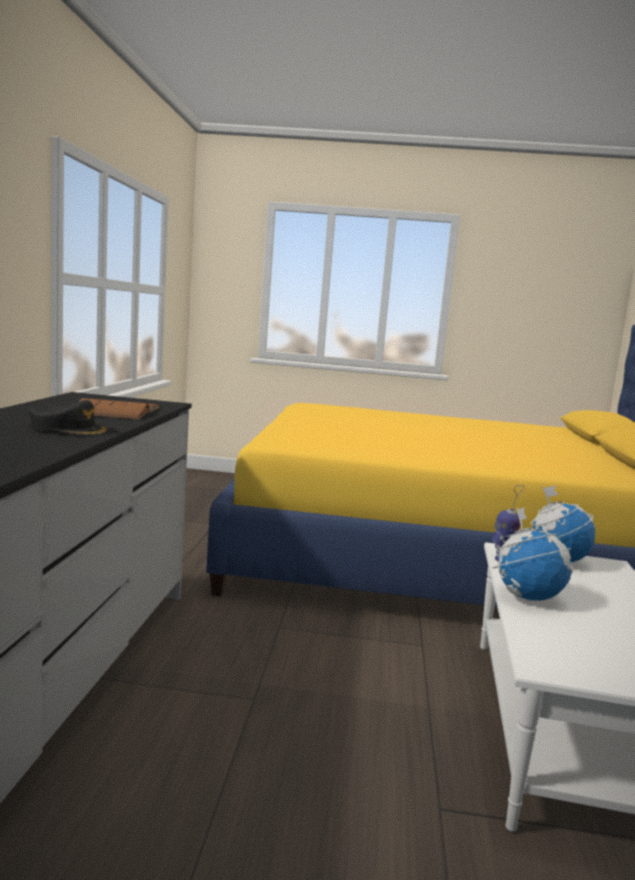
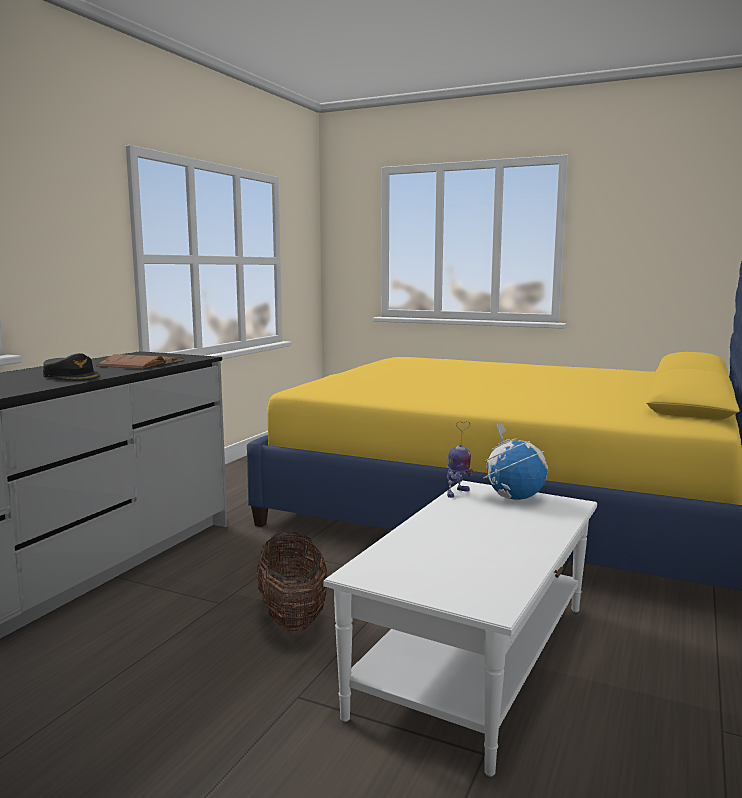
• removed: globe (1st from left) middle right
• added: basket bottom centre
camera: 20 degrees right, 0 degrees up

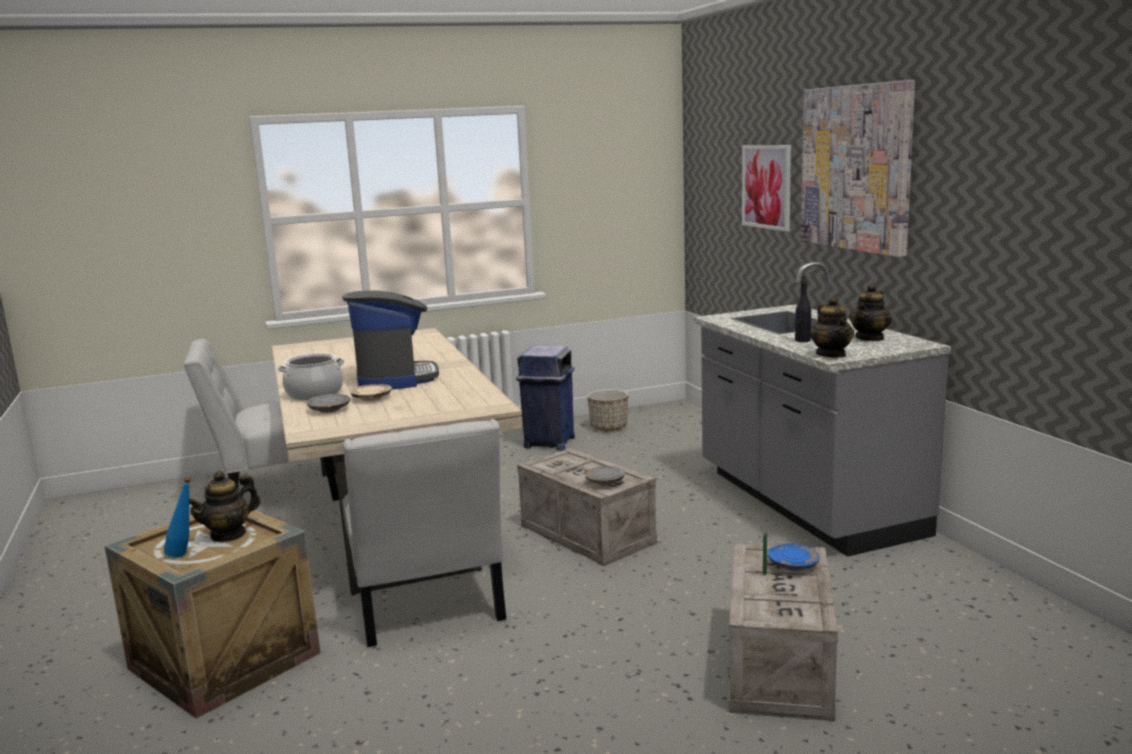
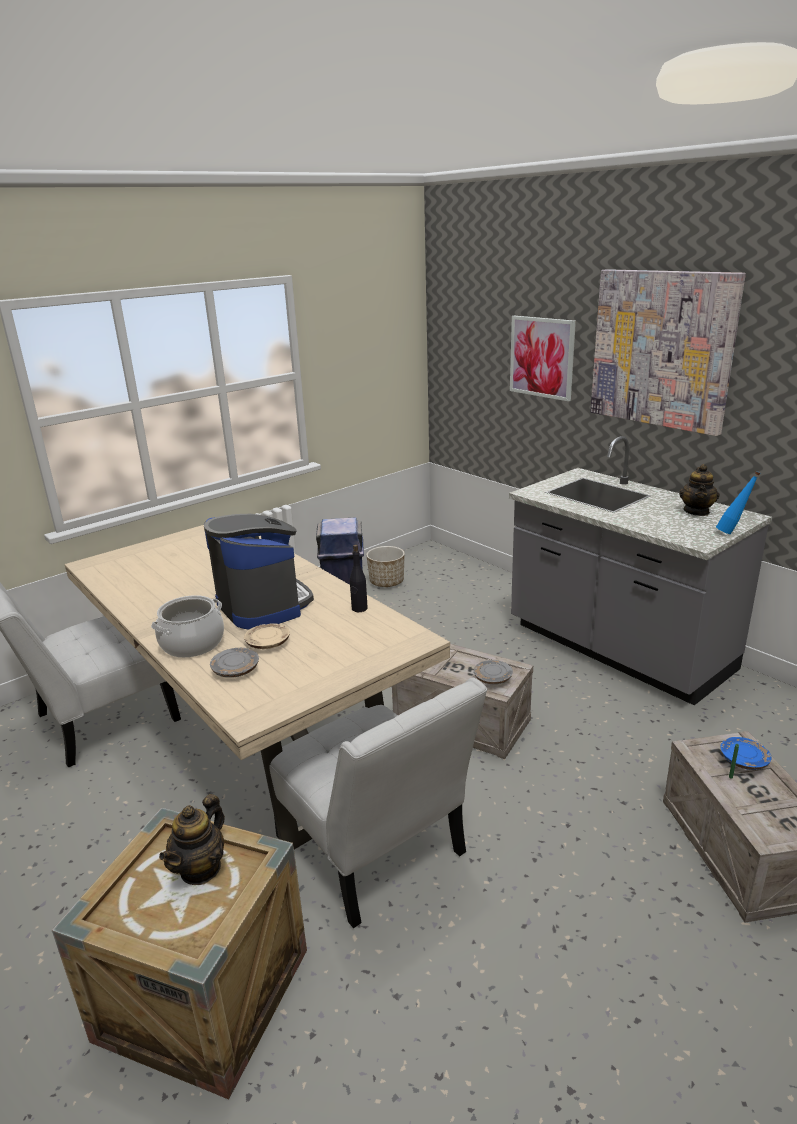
• moved: bottle/black middle right to centre
• removed: teapot (2nd from left) middle right
• moved: bottle/blue bottom left to middle right
camera: 20 degrees left, 10 degrees up

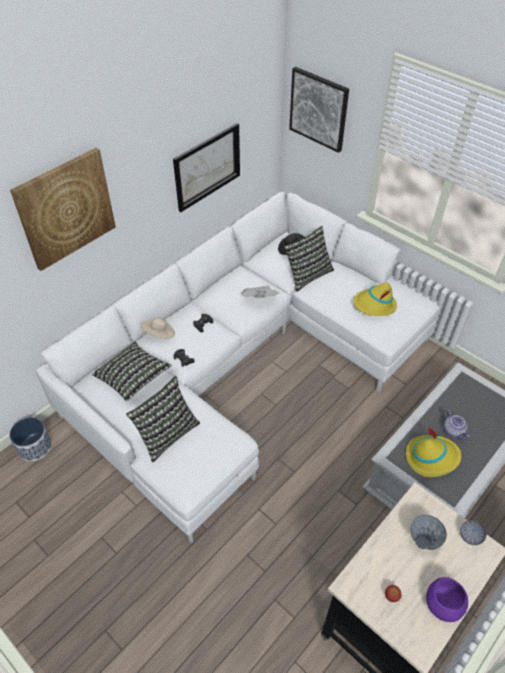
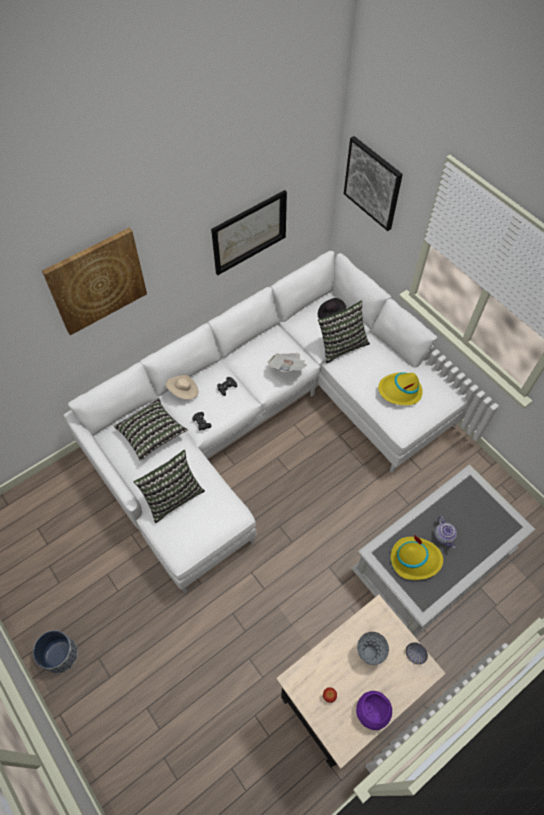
• moved: planter middle left to bottom left
camera: 10 degrees right, 10 degrees up

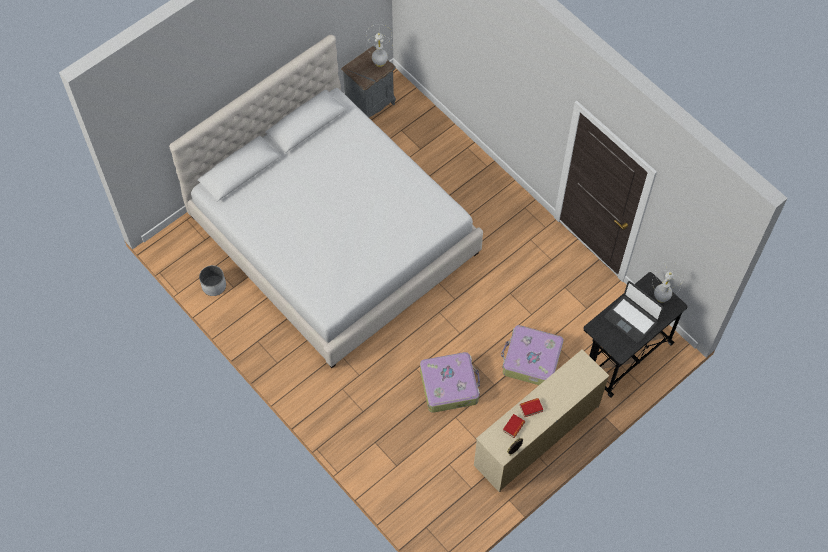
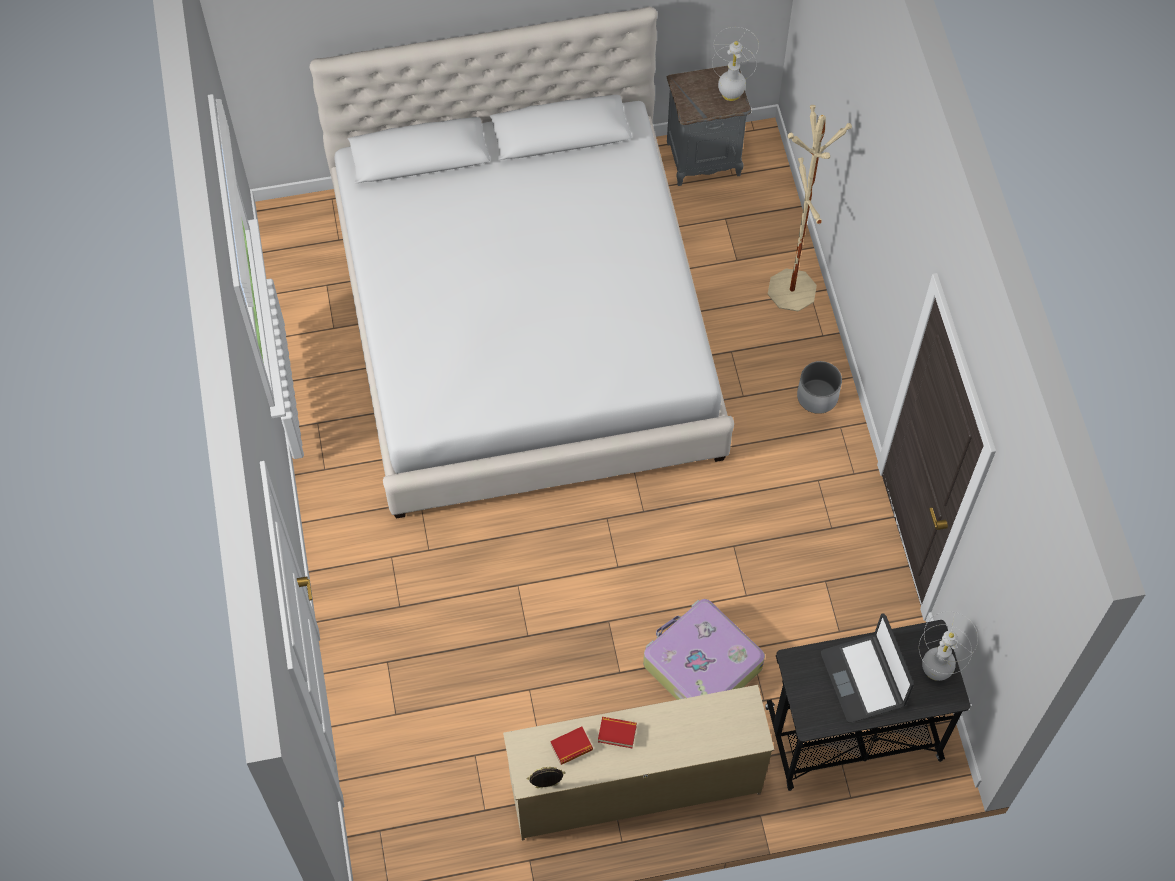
• moved: planter/white middle left to middle right
• removed: suitcase (1st from left) bottom centre
• added: clothes rack/beige top right
camera: 30 degrees right, 0 degrees up

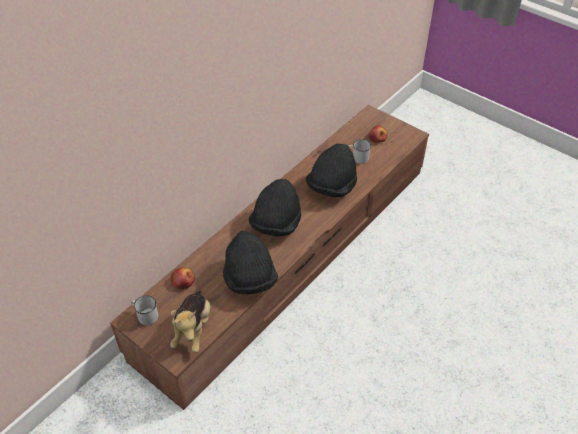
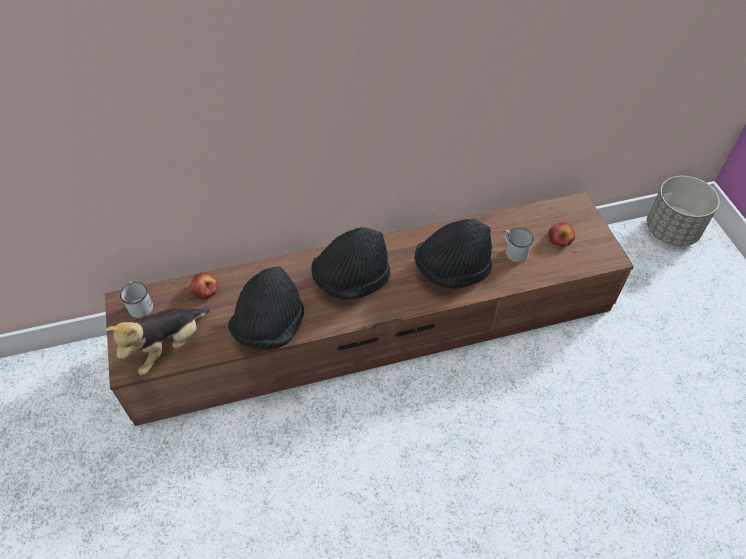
• added: planter/grey middle right
camera: 35 degrees right, 5 degrees up

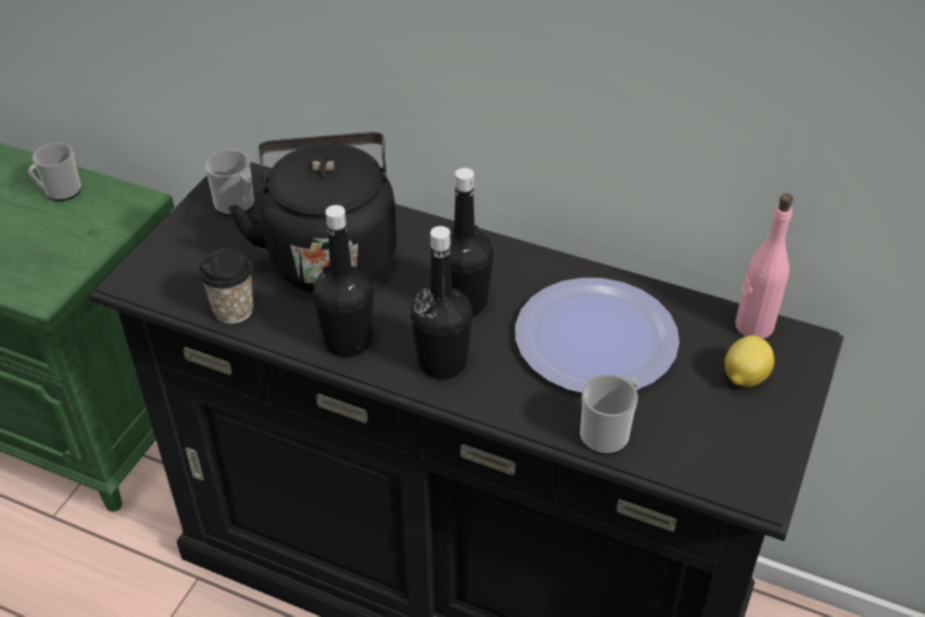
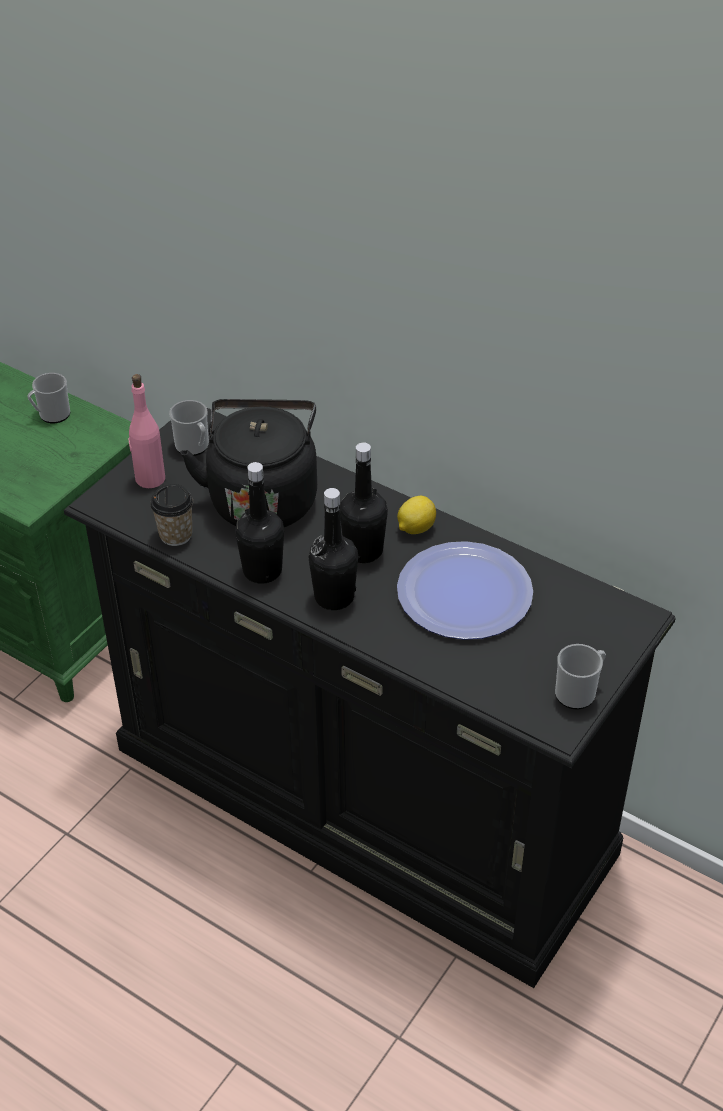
• moved: bottle/pink middle right to middle left
• moved: lemon middle right to centre
• moved: mug (3rd from left) bottom centre to middle right
camera: 10 degrees right, 0 degrees up

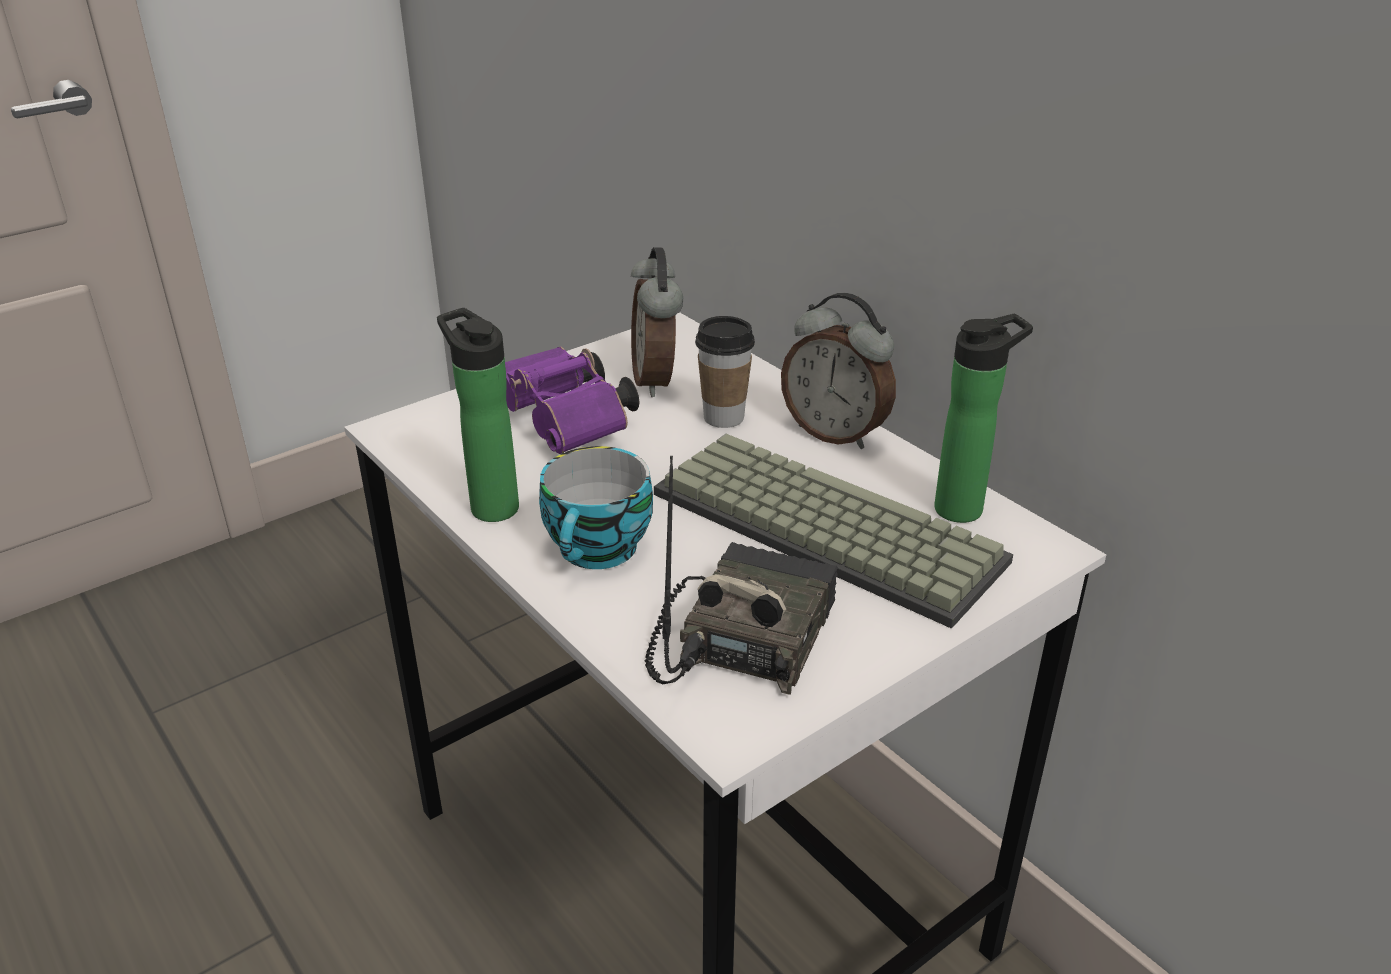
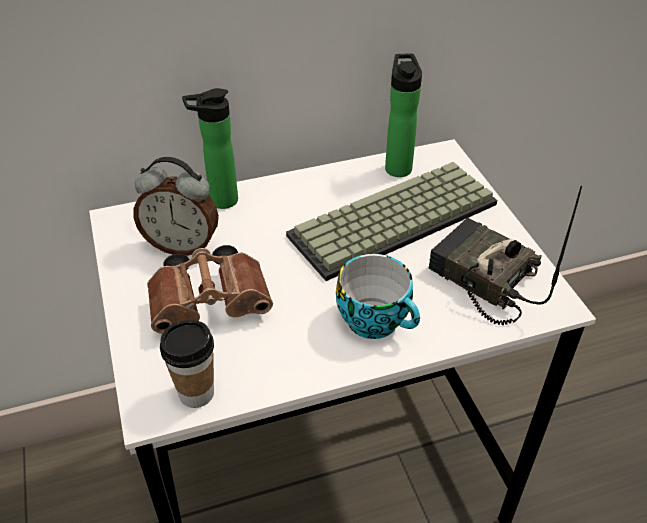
• removed: alarm clock (2nd from left) centre
• moved: bottle (1st from left) centre to top left
• moved: cup (2nd from left in the first image) centre to cup (1st from left) bottom left
• recoloured: binoculars/purple centre to binoculars/brown middle left
camera: 70 degrees left, 10 degrees up

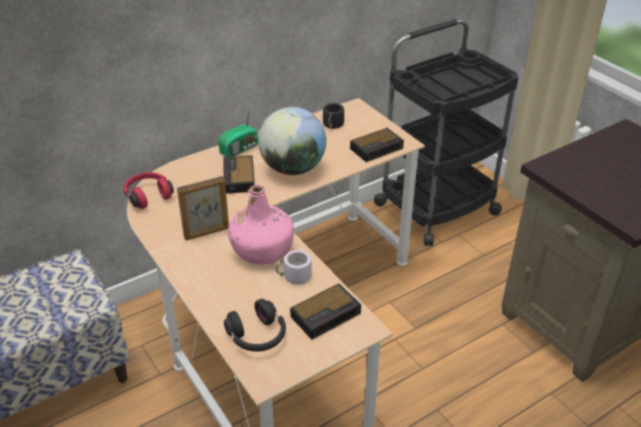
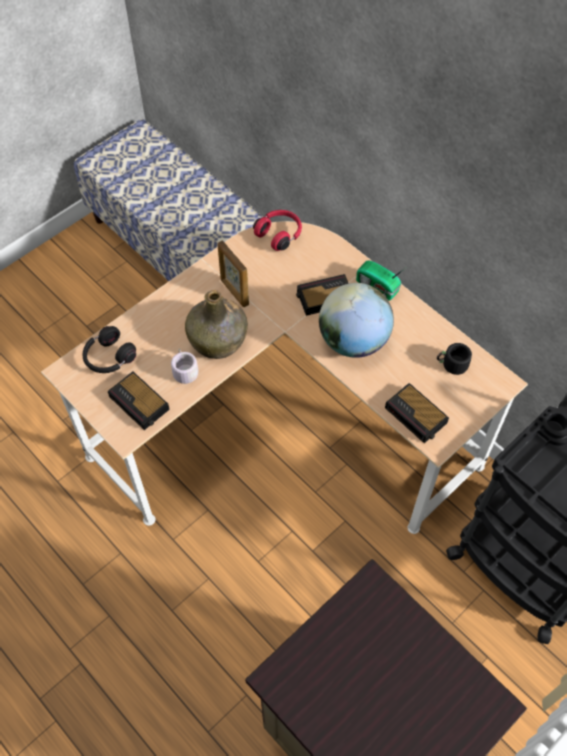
• recoloured: bottle/pink centre to bottle/green centre
camera: 80 degrees right, 20 degrees up

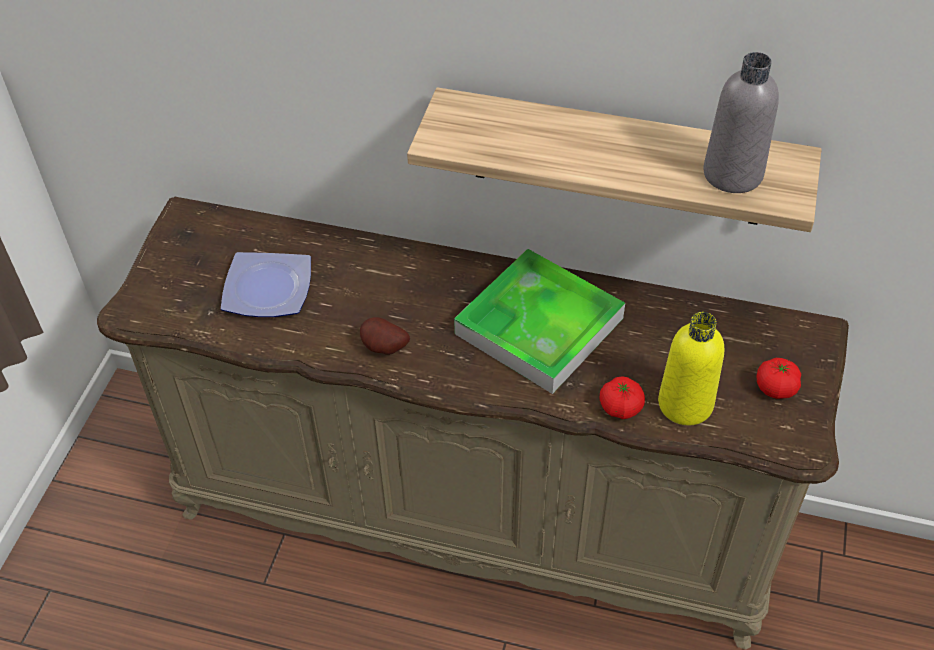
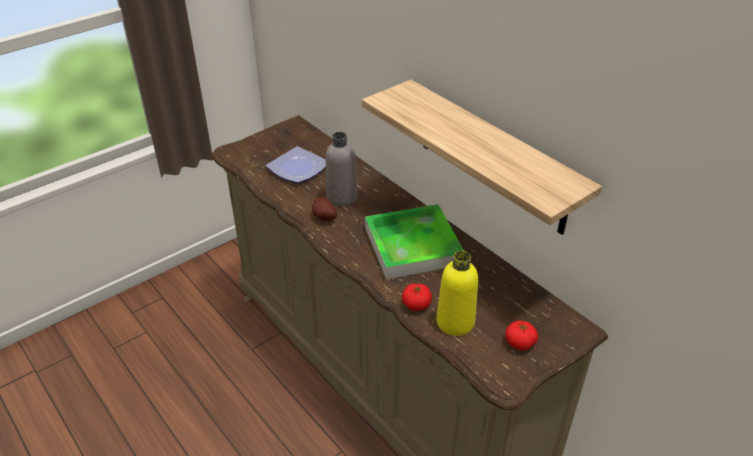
• moved: bottle/grey top right to centre
camera: 35 degrees right, 10 degrees down

